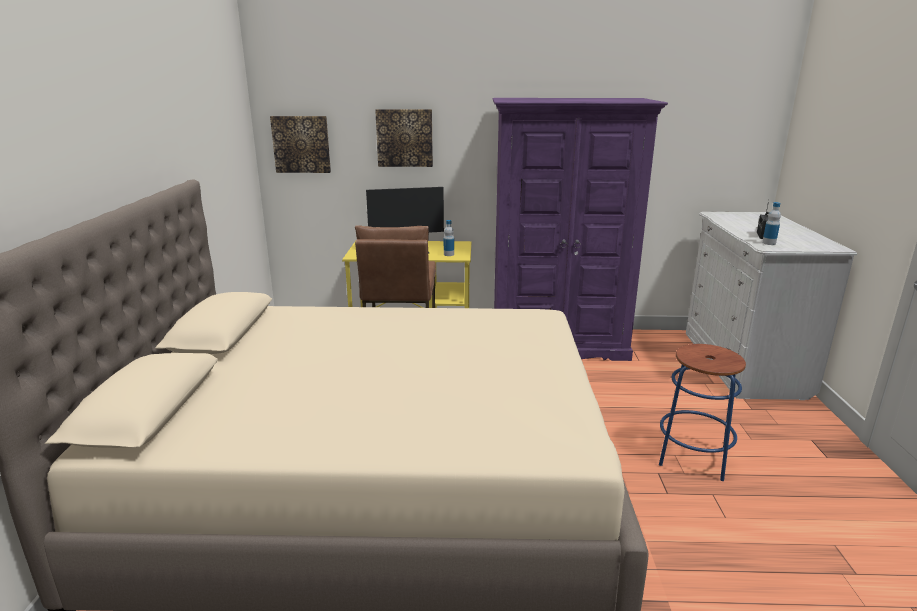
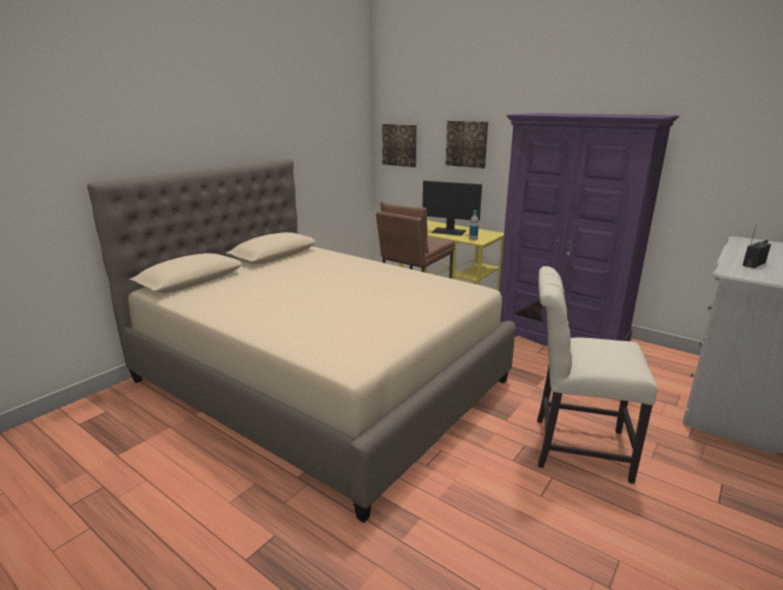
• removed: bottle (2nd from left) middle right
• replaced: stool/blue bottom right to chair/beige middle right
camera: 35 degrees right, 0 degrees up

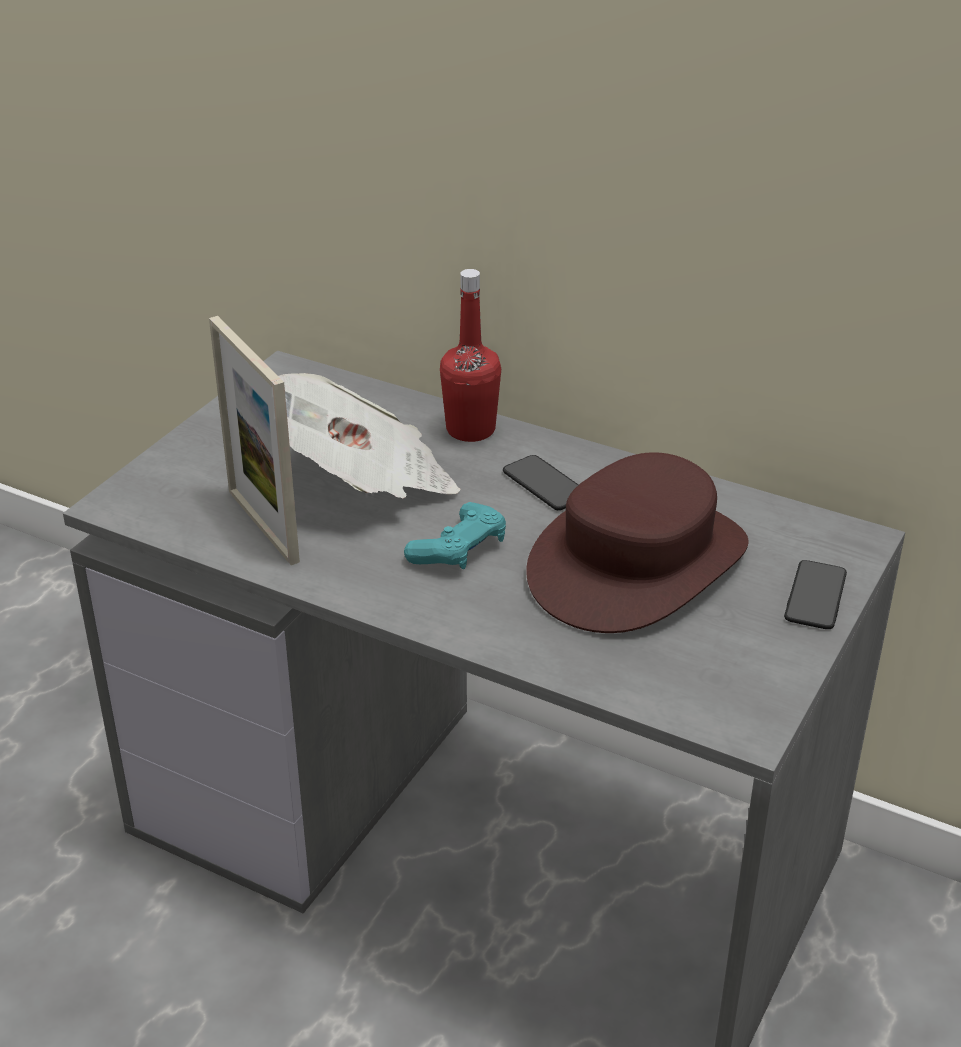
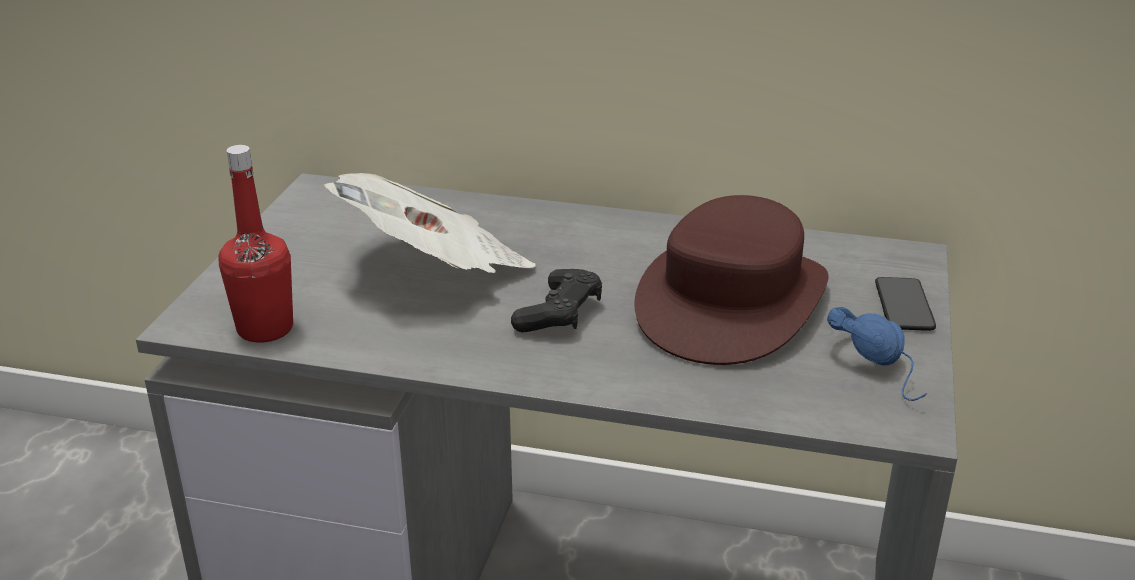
• moved: bottle/red centre to middle left
• removed: picture frame middle left
• removed: phone (1st from left) centre
• recoloured: game controller/turquoise centre to game controller/black centre
• added: headphones/blue middle right
camera: 15 degrees left, 5 degrees down

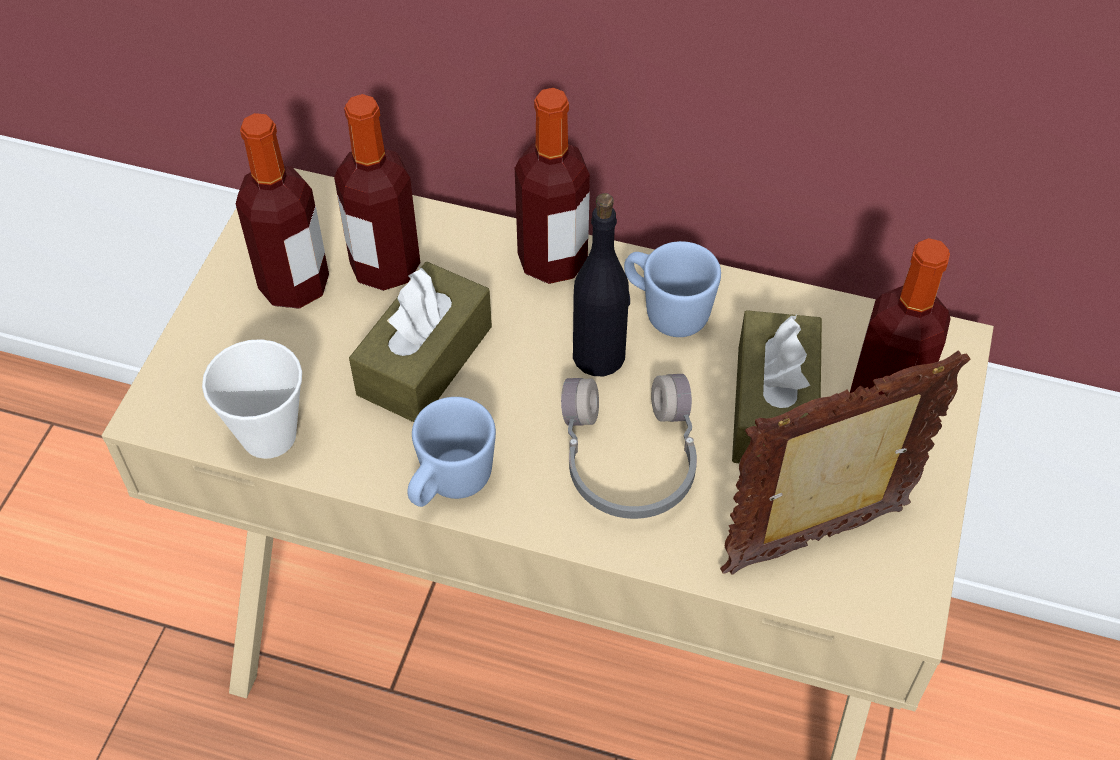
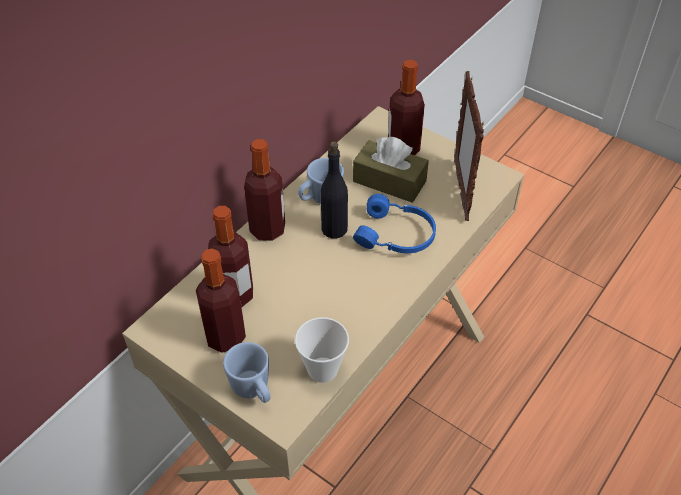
• removed: tissue box/brown (1st from left) centre
• recoloured: headphones/grey centre to headphones/blue centre
• moved: mug/blue (1st from left) centre to bottom centre
camera: 70 degrees left, 5 degrees down

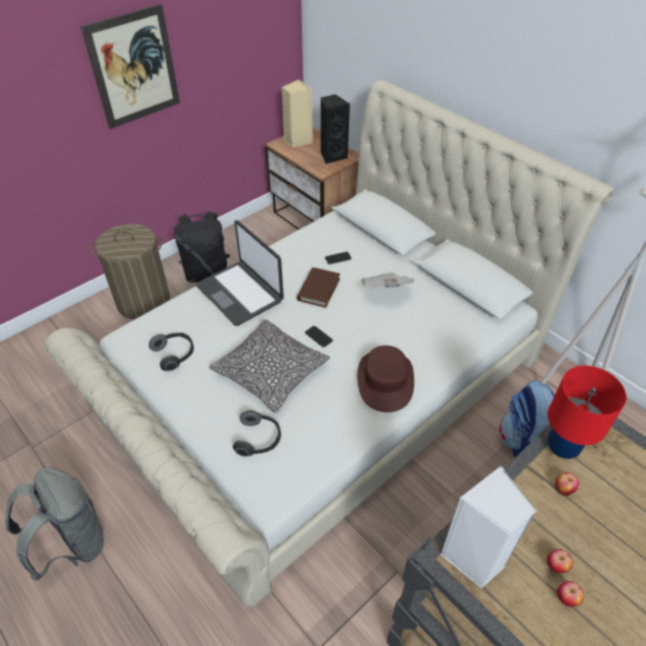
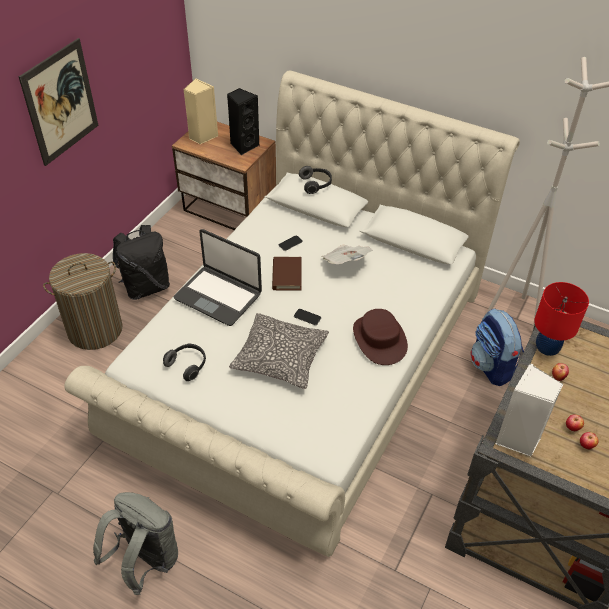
• moved: headphones (2nd from left) bottom centre to top centre
camera: 20 degrees left, 0 degrees up

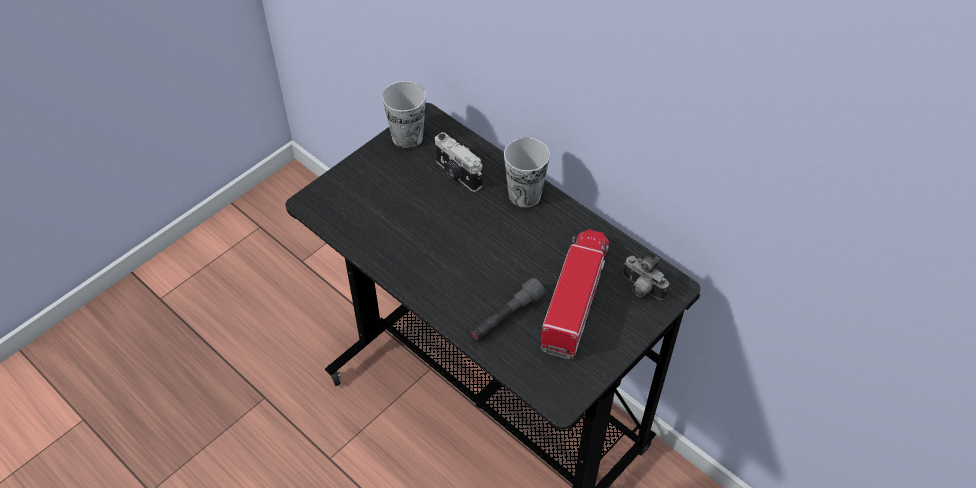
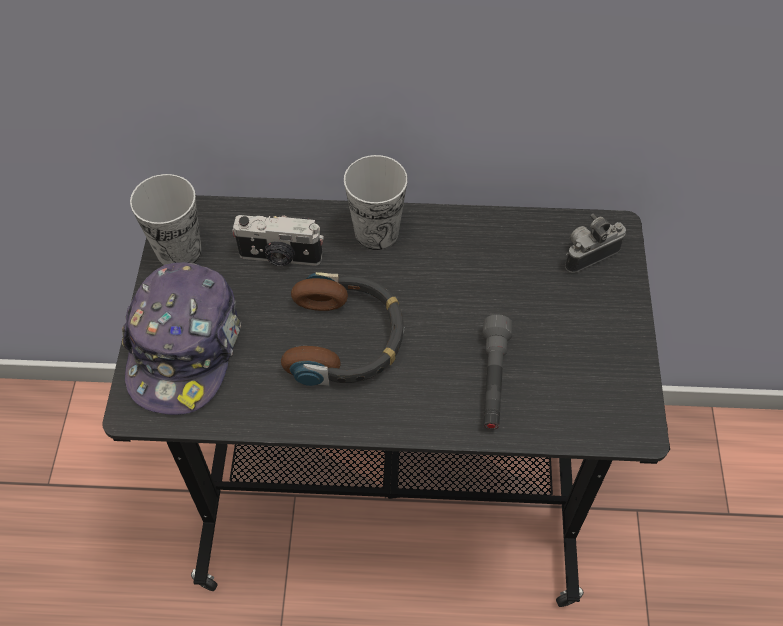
• removed: toy truck centre
• turned: photo camera (2nd from left) centre = middle right 150 degrees clockwise
• added: cap middle left
• added: headphones centre
camera: 40 degrees left, 5 degrees up

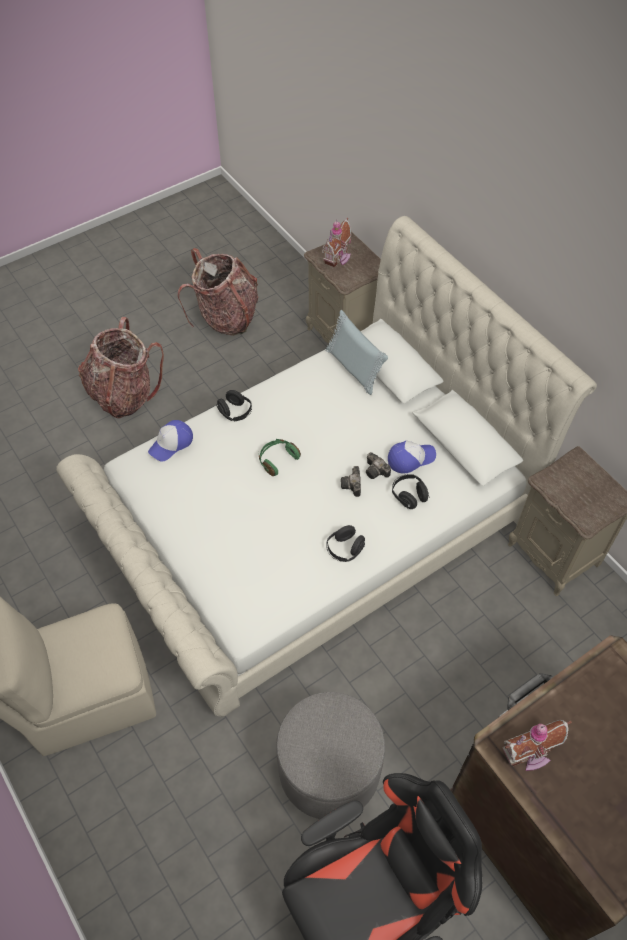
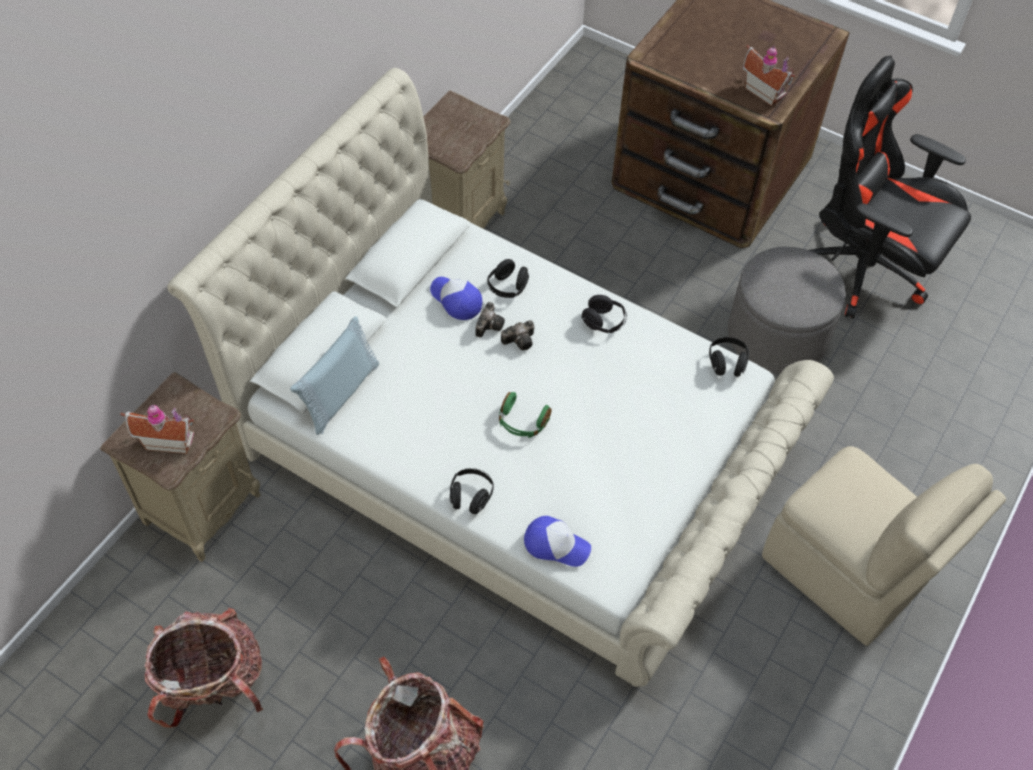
• added: headphones/black (4th from left) middle right
camera: 115 degrees left, 0 degrees up

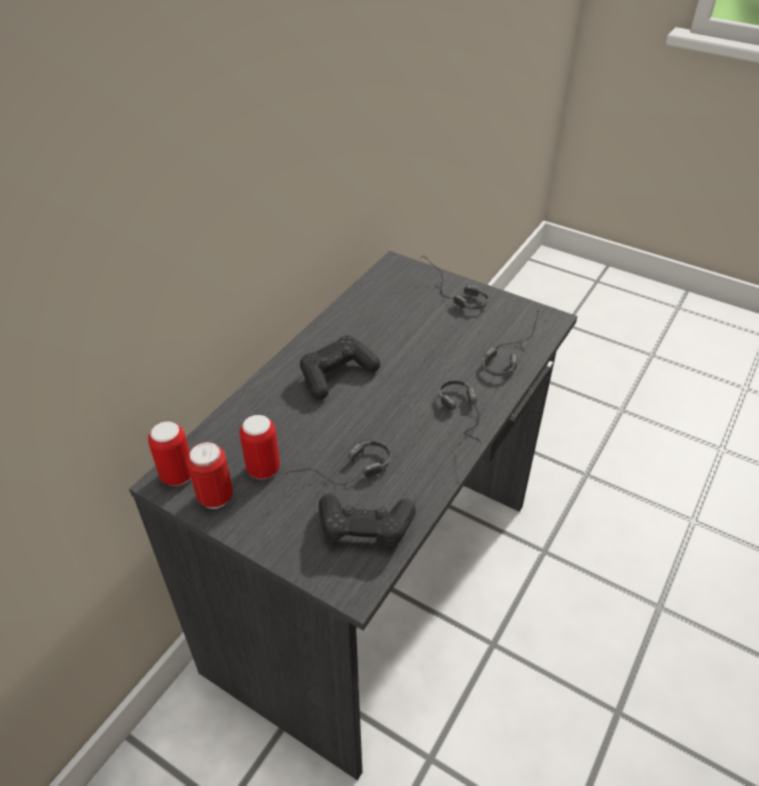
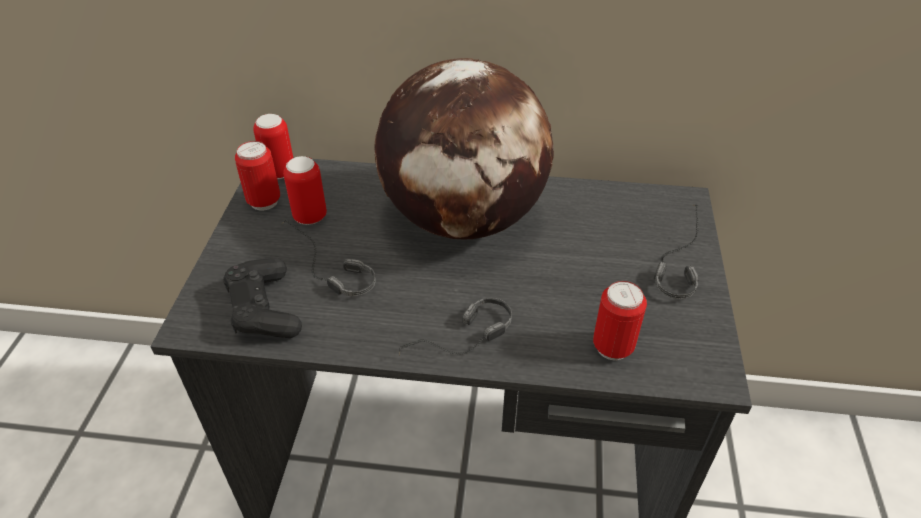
• replaced: headphones (4th from left) middle right to can (4th from left) middle right
• replaced: game controller/black (1st from left) centre to globe top centre
camera: 65 degrees right, 0 degrees up

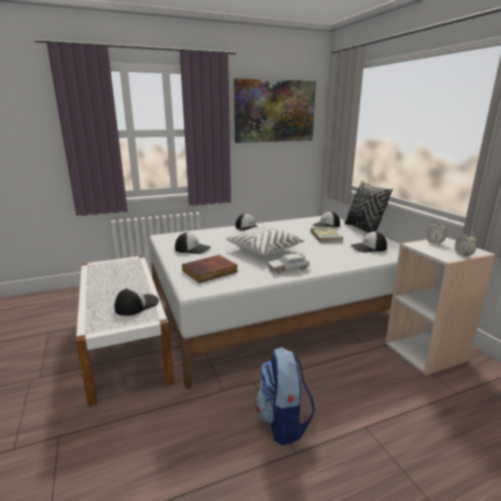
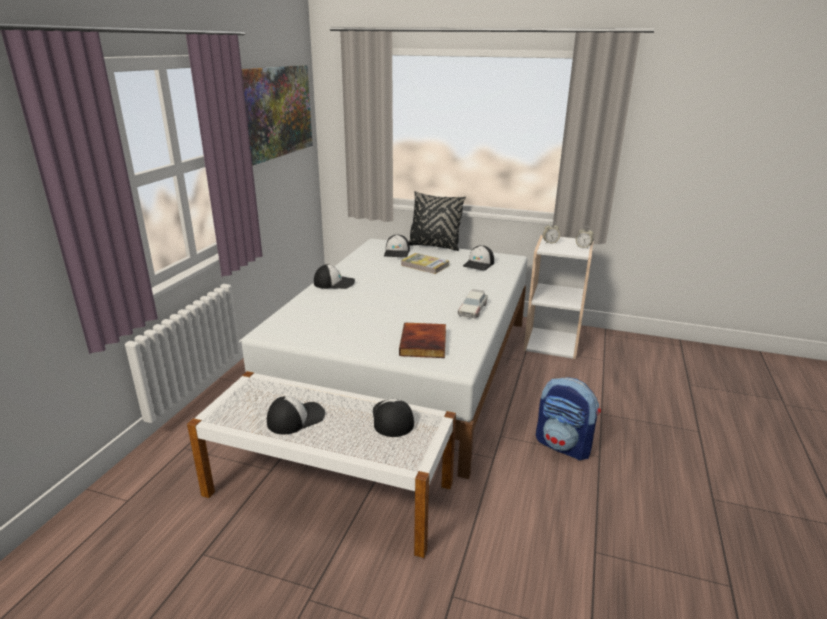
• removed: pillow/white centre
• moved: cap (2nd from left in the first image) centre to cap (1st from left) bottom centre
camera: 50 degrees left, 5 degrees up

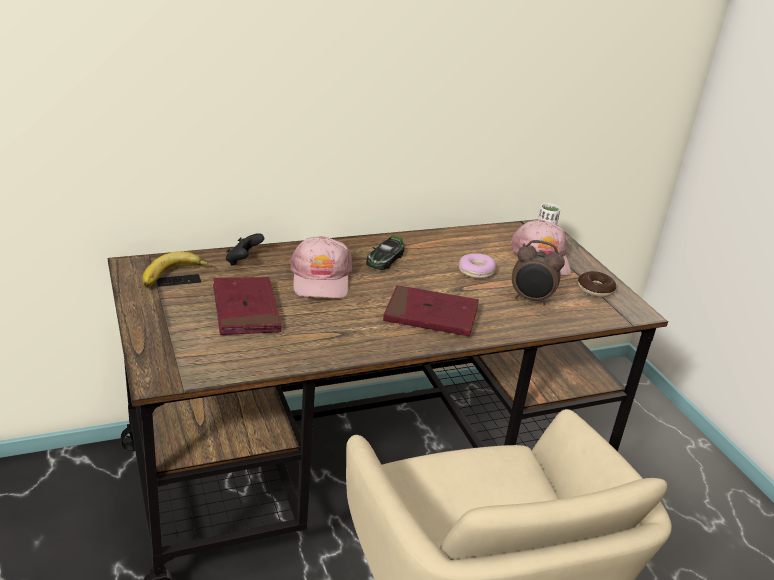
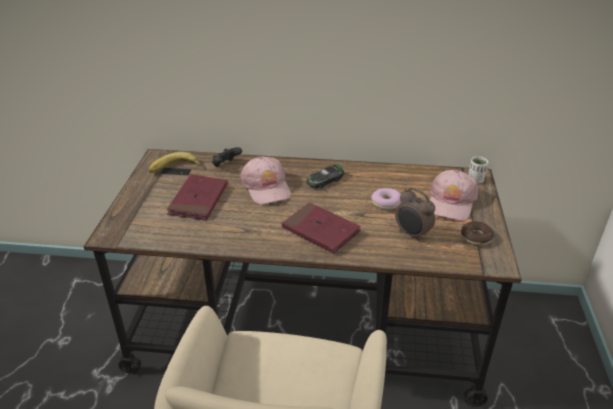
• turned: cap/pink (1st from left) centre = centre 45 degrees counterclockwise
camera: 30 degrees right, 5 degrees up

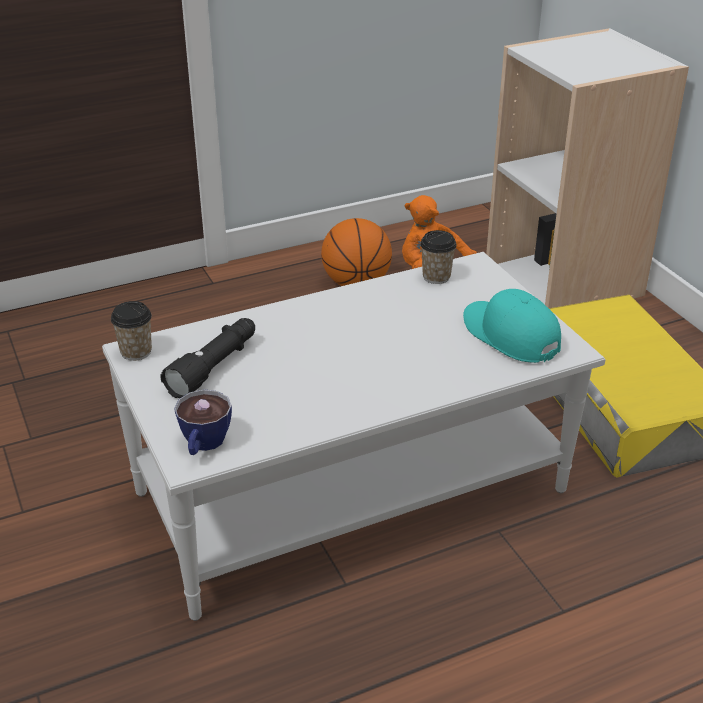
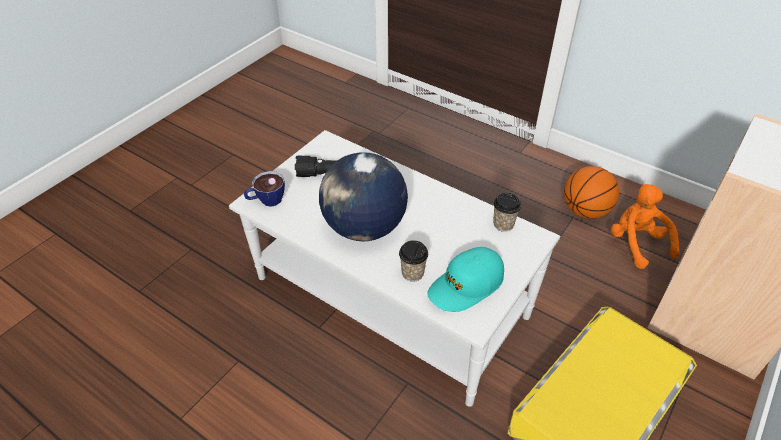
• turned: cap/turquoise middle right = centre 150 degrees counterclockwise
• moved: cup (1st from left in the first image) middle left to cup (2nd from left) centre
• added: globe centre
camera: 60 degrees right, 10 degrees up

